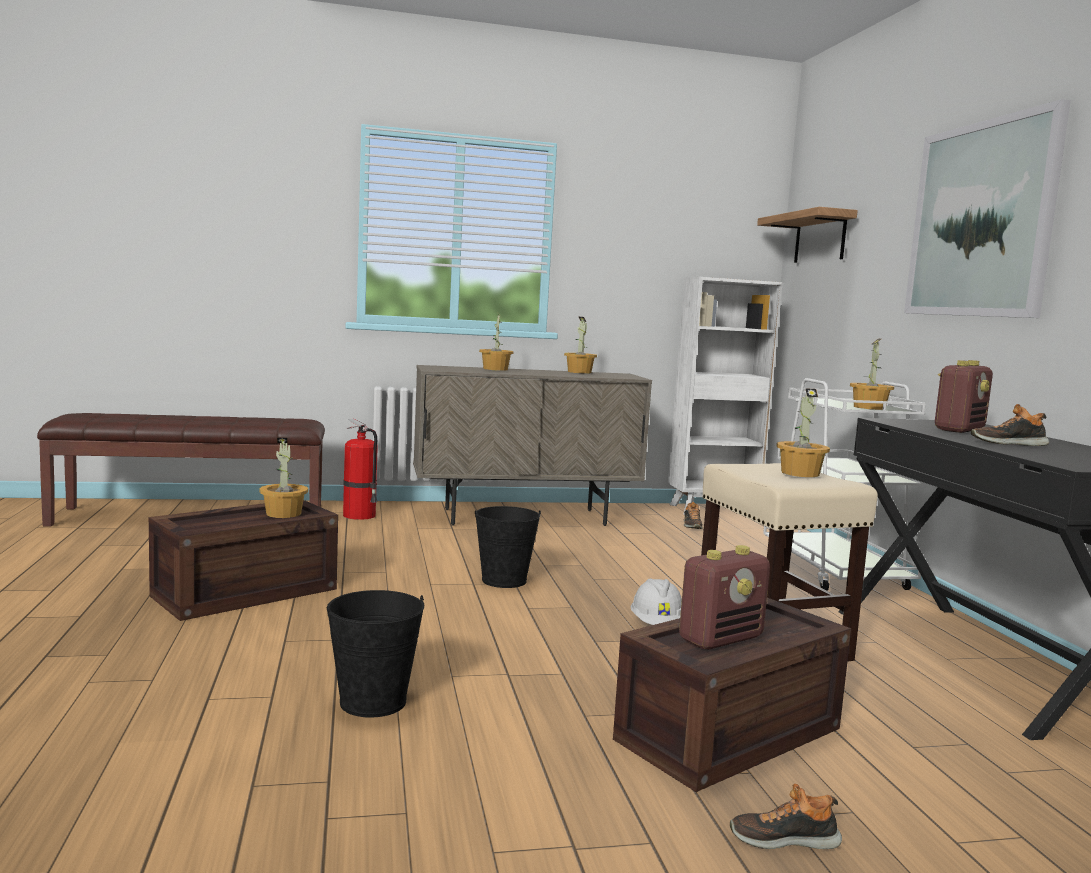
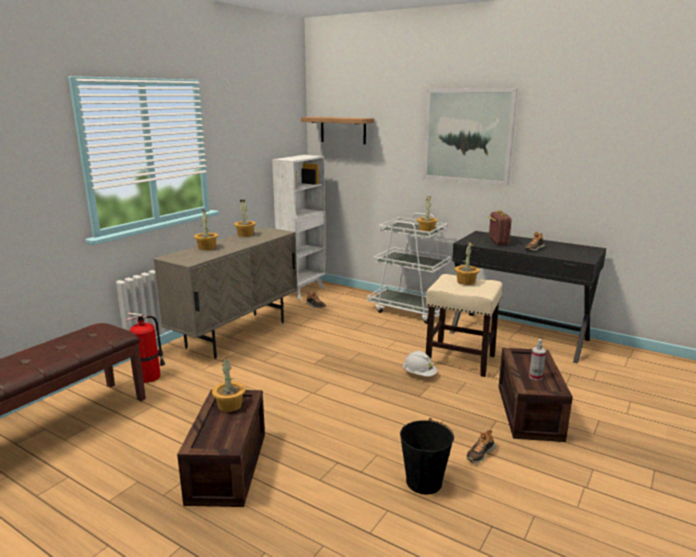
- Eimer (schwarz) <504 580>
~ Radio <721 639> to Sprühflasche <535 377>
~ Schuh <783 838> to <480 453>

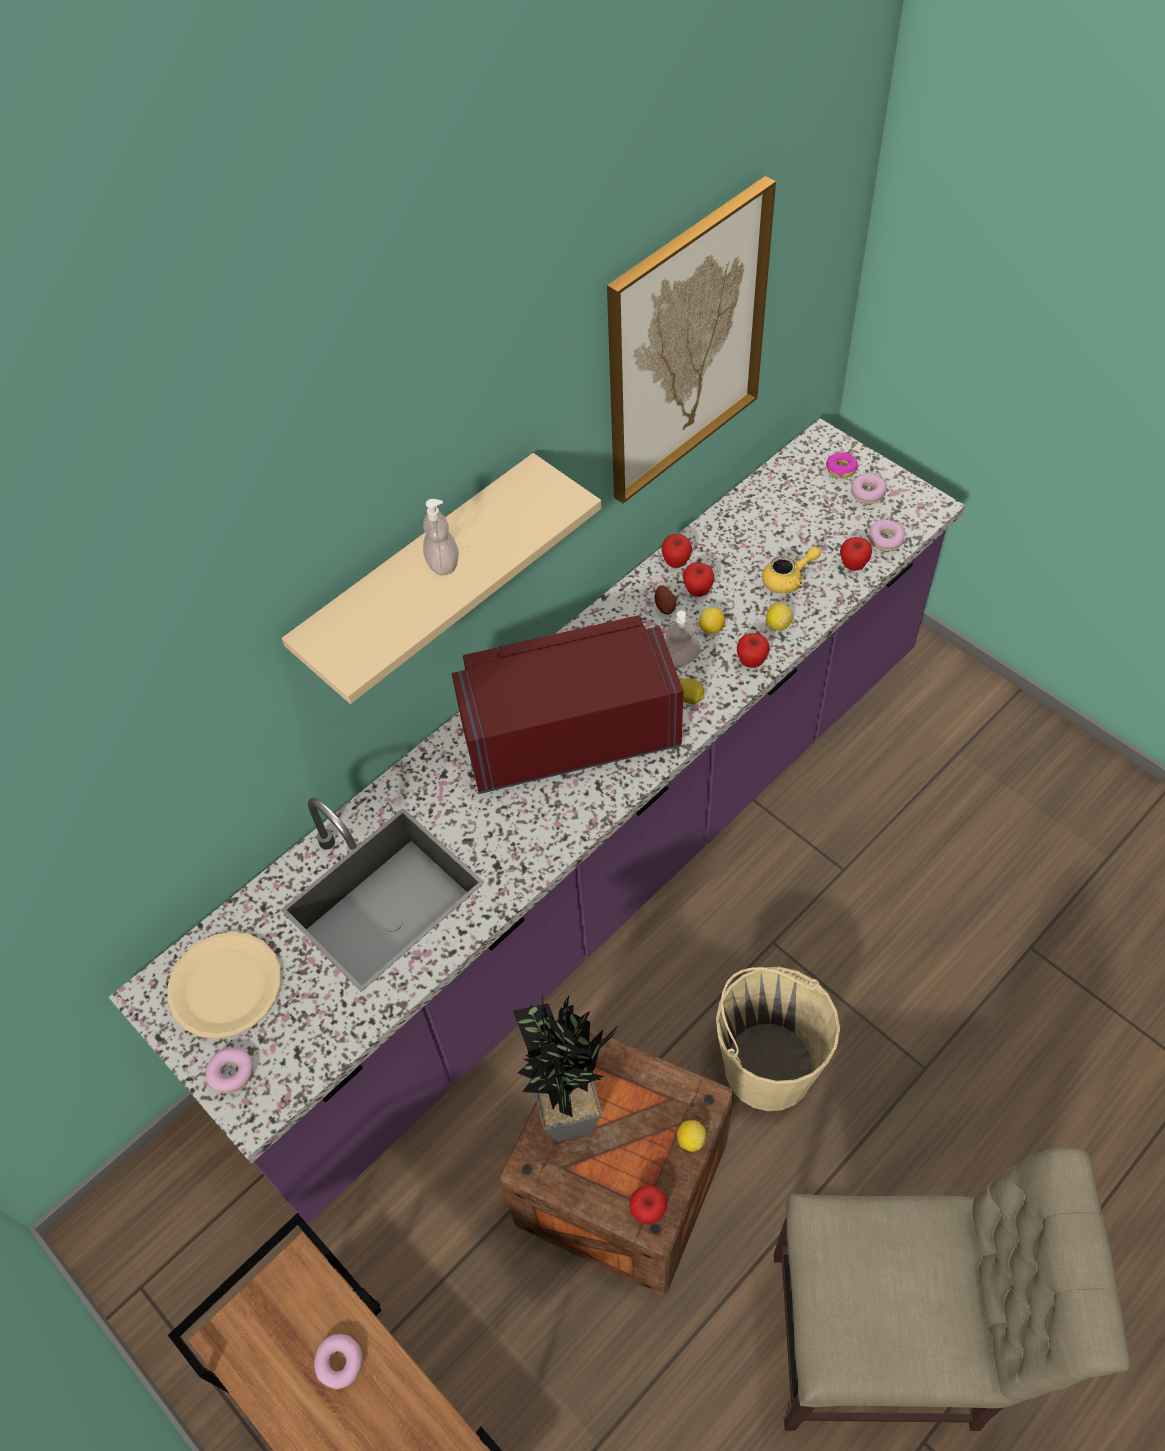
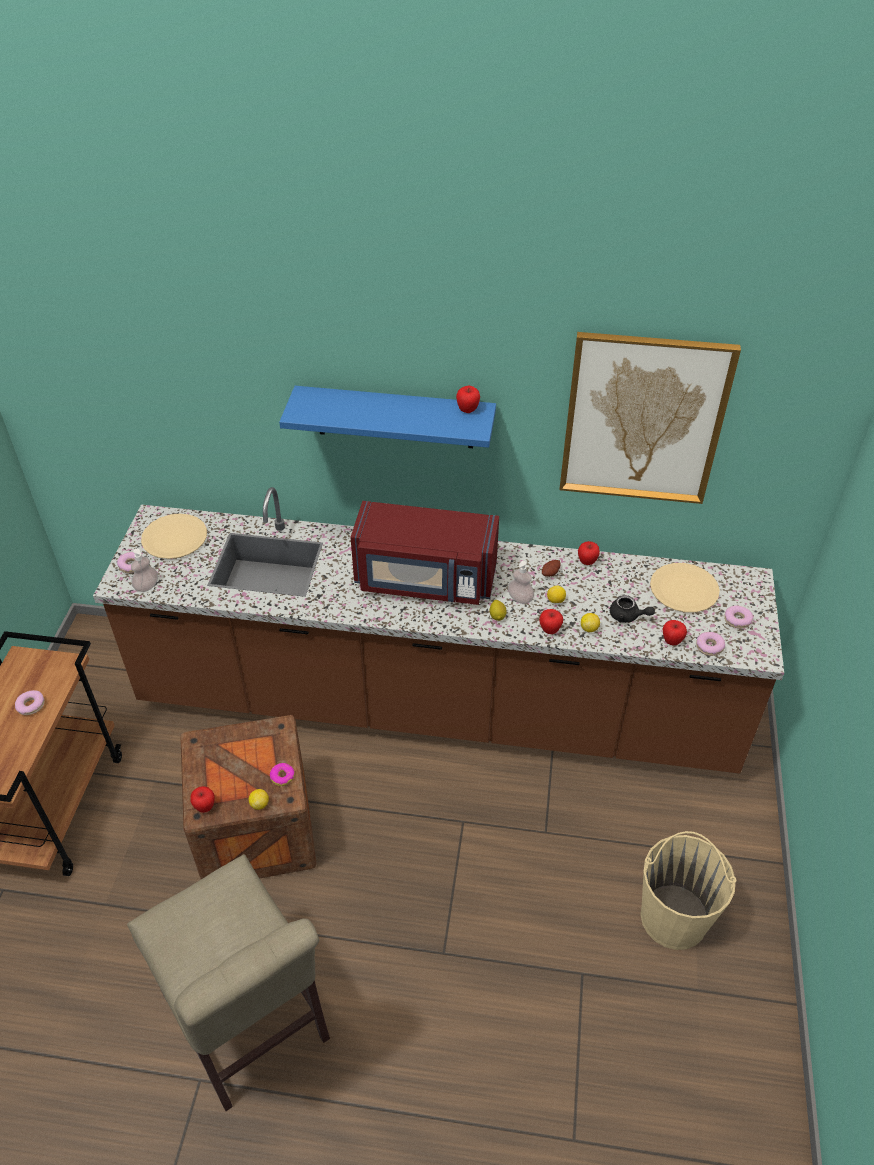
~ Küchenzeile (lila) <593 868> to Küchenzeile (braun) <437 706>
~ Donut <841 469> to <282 776>
~ Wandregal (beige) <419 571> to Wandregal (blau) <395 417>
~ Seifenspender <443 564> to <147 586>
~ Teekanne (gelb) <788 579> to Teekanne (schwarz) <627 616>
~ Apfel <698 591> to <467 410>
~ Mikrowelle (rot) <569 734> = <425 580> 150 degrees clockwise
~ Eimer (beige) <768 1066> to <674 917>
- Topfpflanze <572 1107>
+ Teller (beige) <683 589>

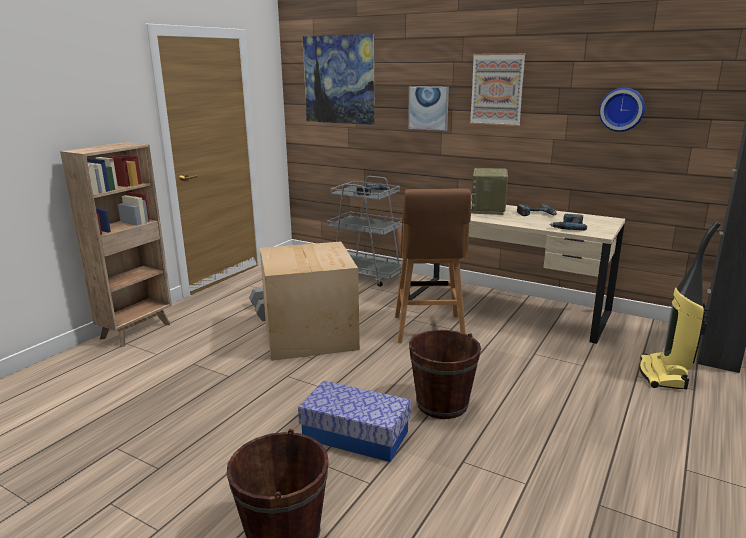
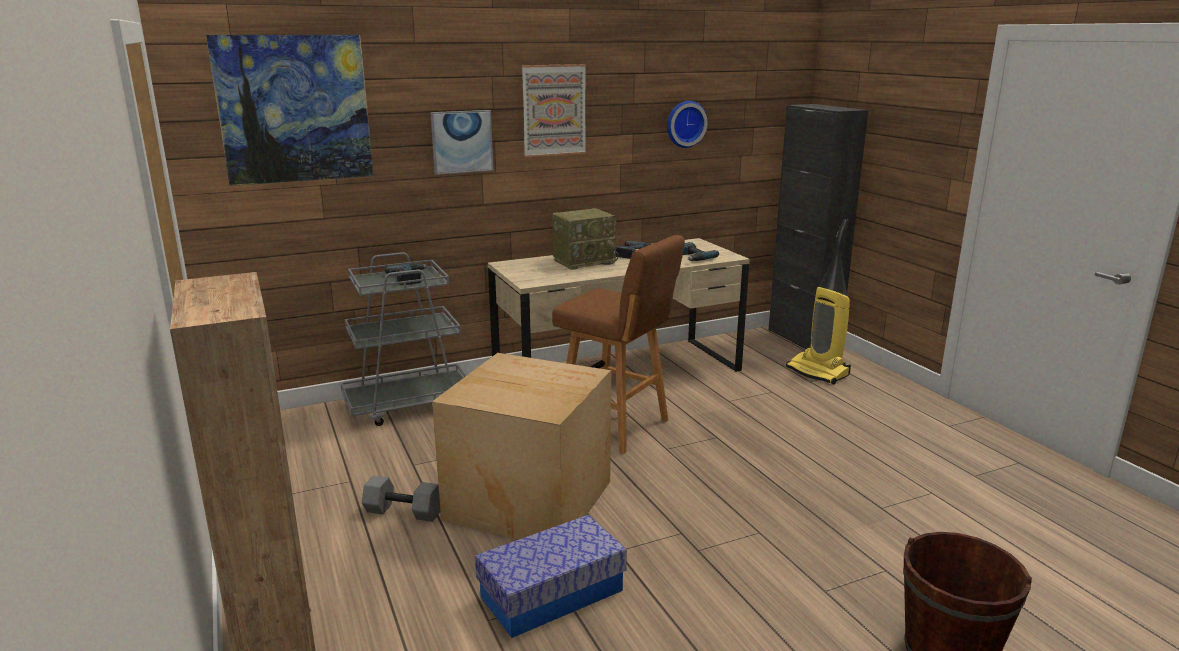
~ Radio <488 209> = <584 261> 75 degrees counterclockwise
- Eimer (braun) <442 404>
~ Aufbewahrungsbox <355 435> to <552 593>

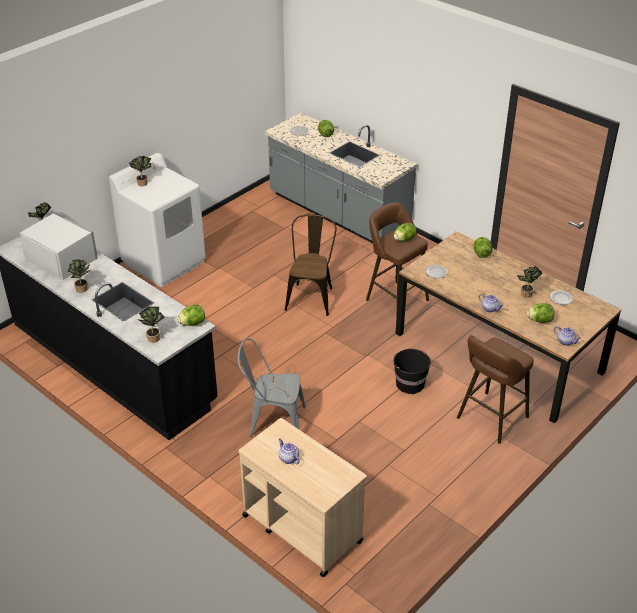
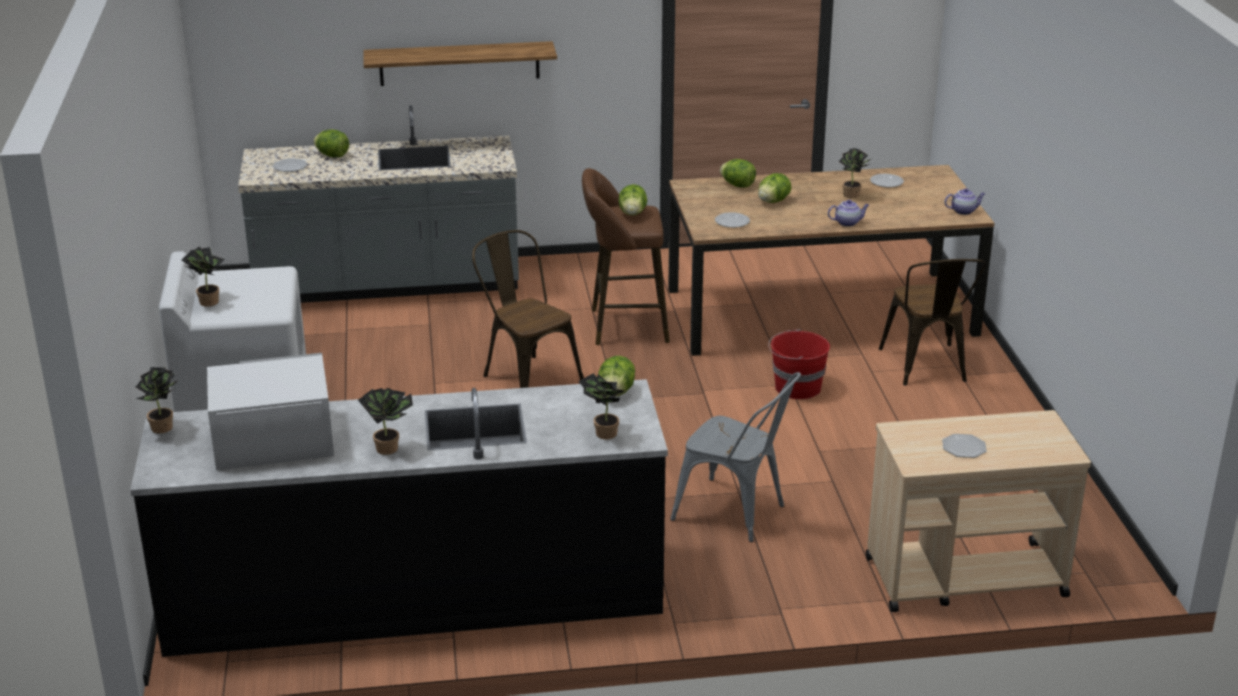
~ Salatkopf <540 320> to <773 201>
~ Hocker (braun) <490 419> to Stuhl (braun) <926 368>
~ Stuhl (grau) <272 422> = <737 513> 105 degrees counterclockwise
~ Eimer (schwarz) <409 383> to Eimer (rot) <796 388>
~ Teekanne <288 458> to Teller <963 448>
+ Wandregal <459 63>

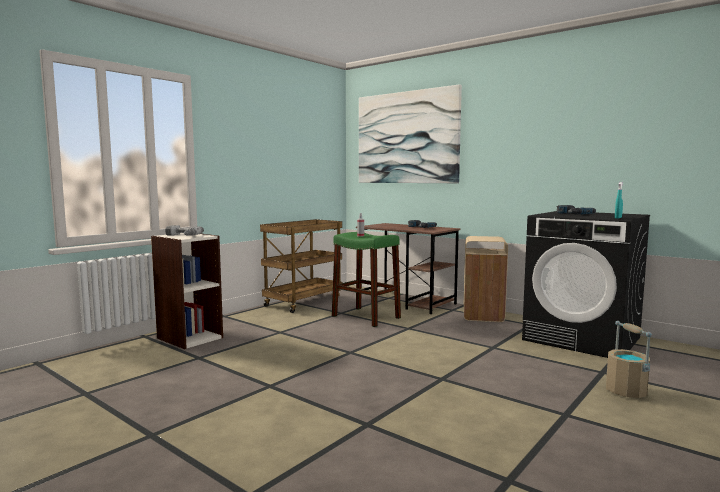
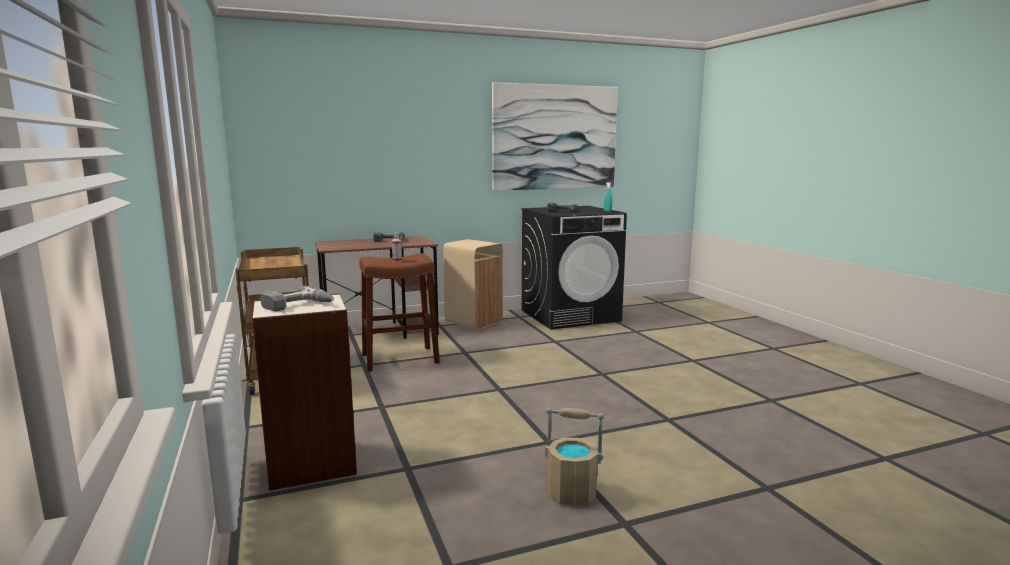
~ Bild <406 138> to <555 137>
~ Hocker (grün) <366 317> to Hocker (braun) <400 358>
~ Eimer (beige) <626 391> to <572 493>

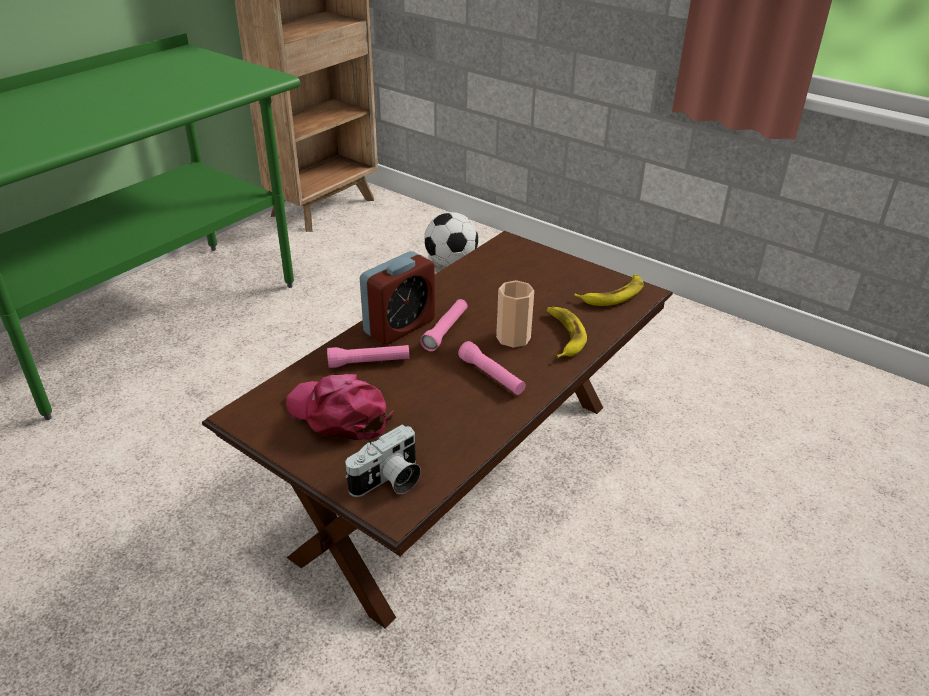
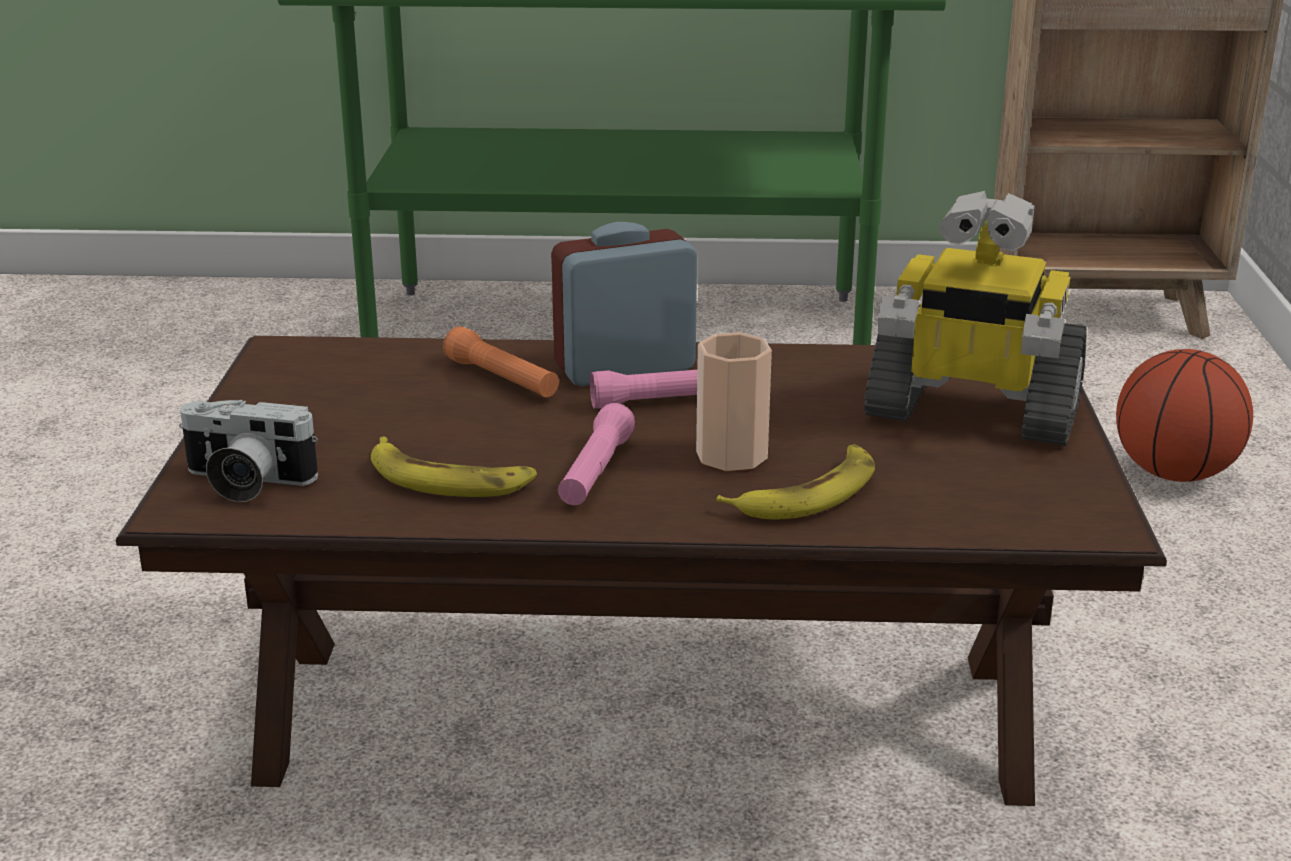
~ Fußball <451 263> to Basketball <1173 474>
~ Wecker <399 326> = <624 368> 150 degrees clockwise
~ Banane <613 295> to <448 479>
~ Taschenlampe (rosa) <369 362> to Taschenlampe (orange) <502 379>
- Kappe (rosa) <339 414>
+ Spielzeugroboter <970 413>

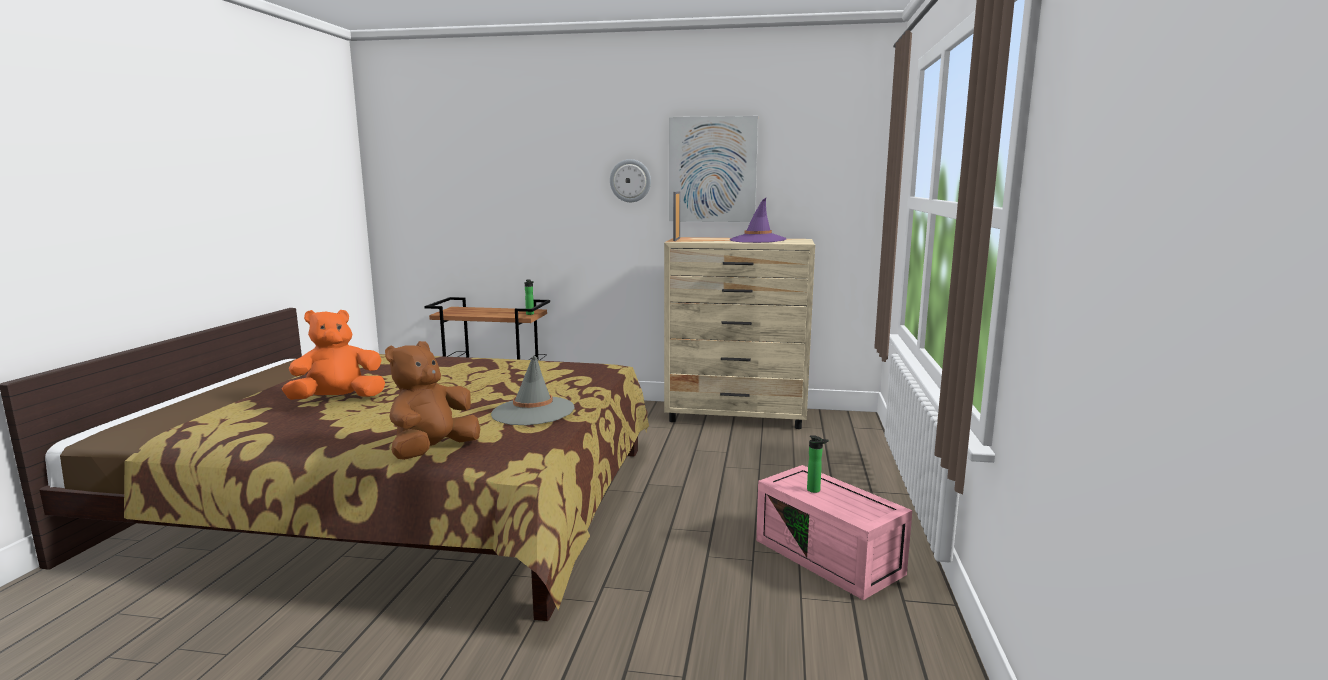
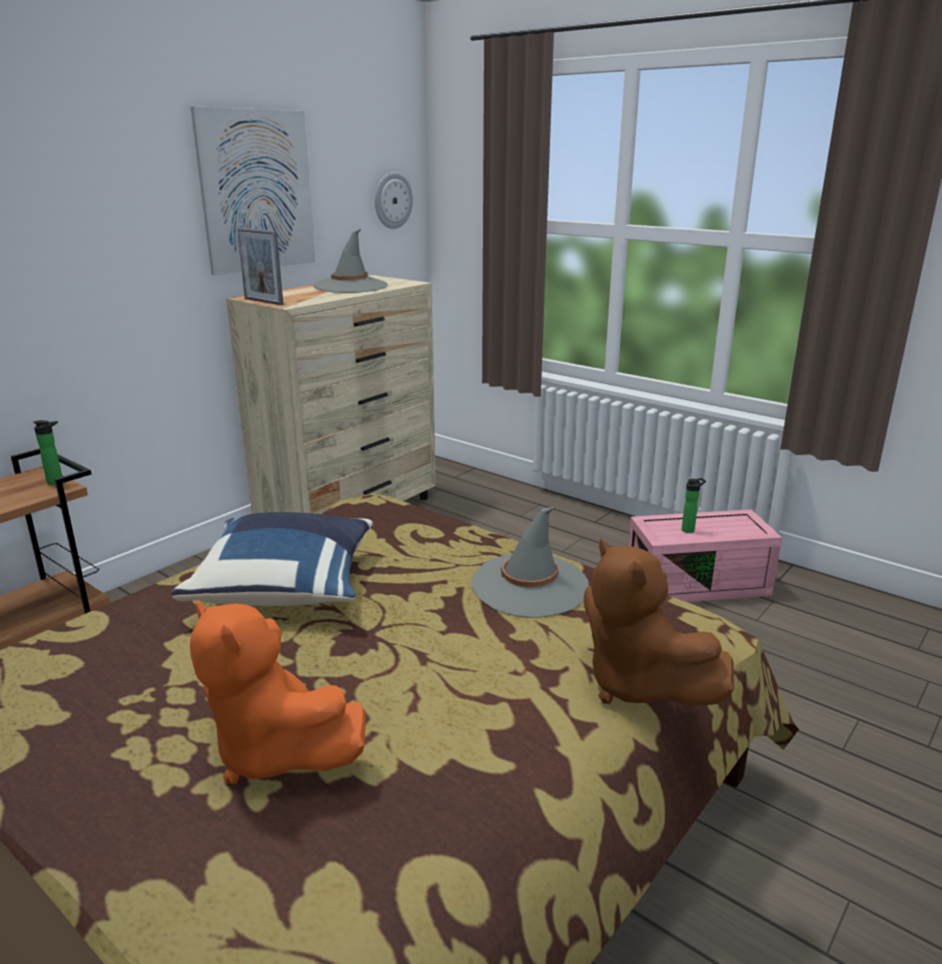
~ Wanduhr <630 180> to <392 200>
~ Hut (lila) <757 240> to Hut (grau) <350 286>
~ Plüschtier (orange) <338 400> = <276 752> 45 degrees counterclockwise
+ Kissen (blau) <286 587>

